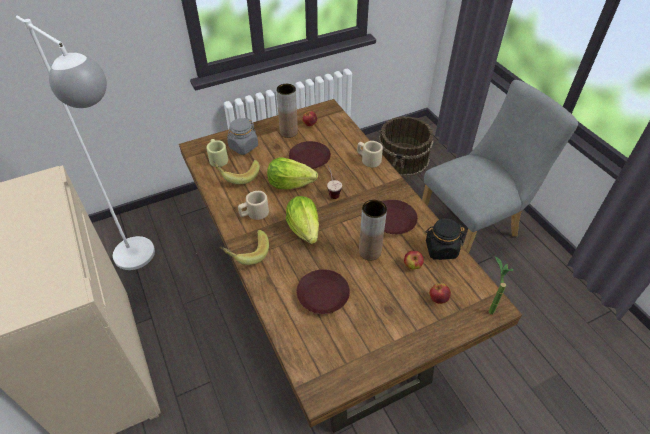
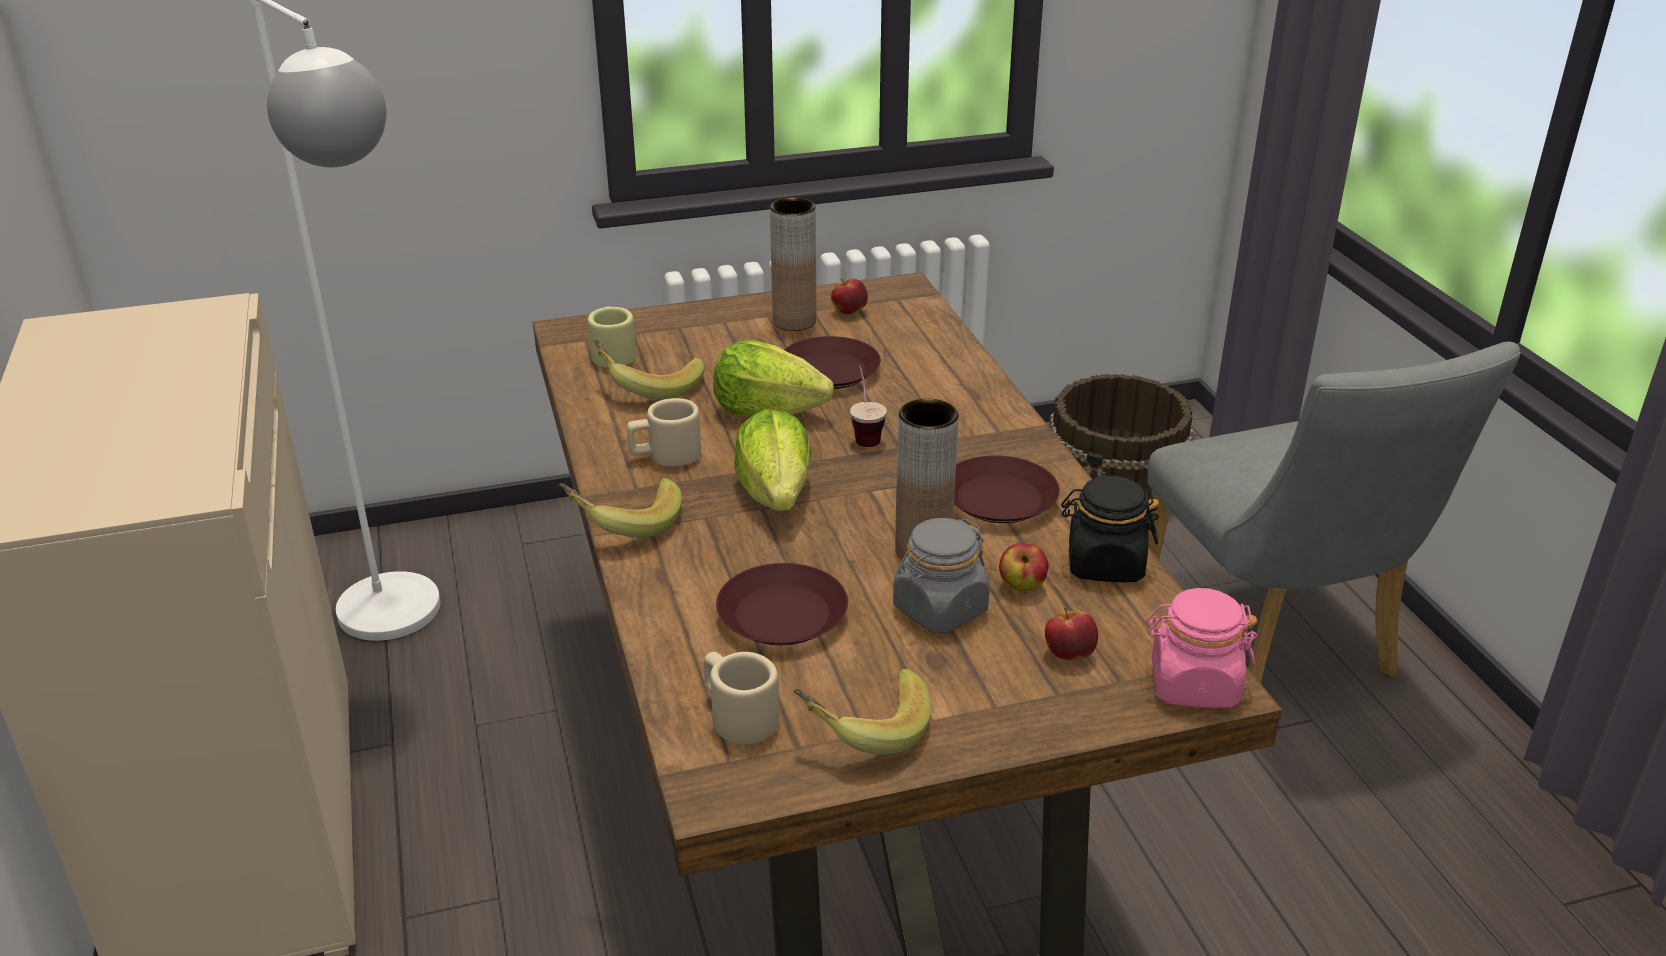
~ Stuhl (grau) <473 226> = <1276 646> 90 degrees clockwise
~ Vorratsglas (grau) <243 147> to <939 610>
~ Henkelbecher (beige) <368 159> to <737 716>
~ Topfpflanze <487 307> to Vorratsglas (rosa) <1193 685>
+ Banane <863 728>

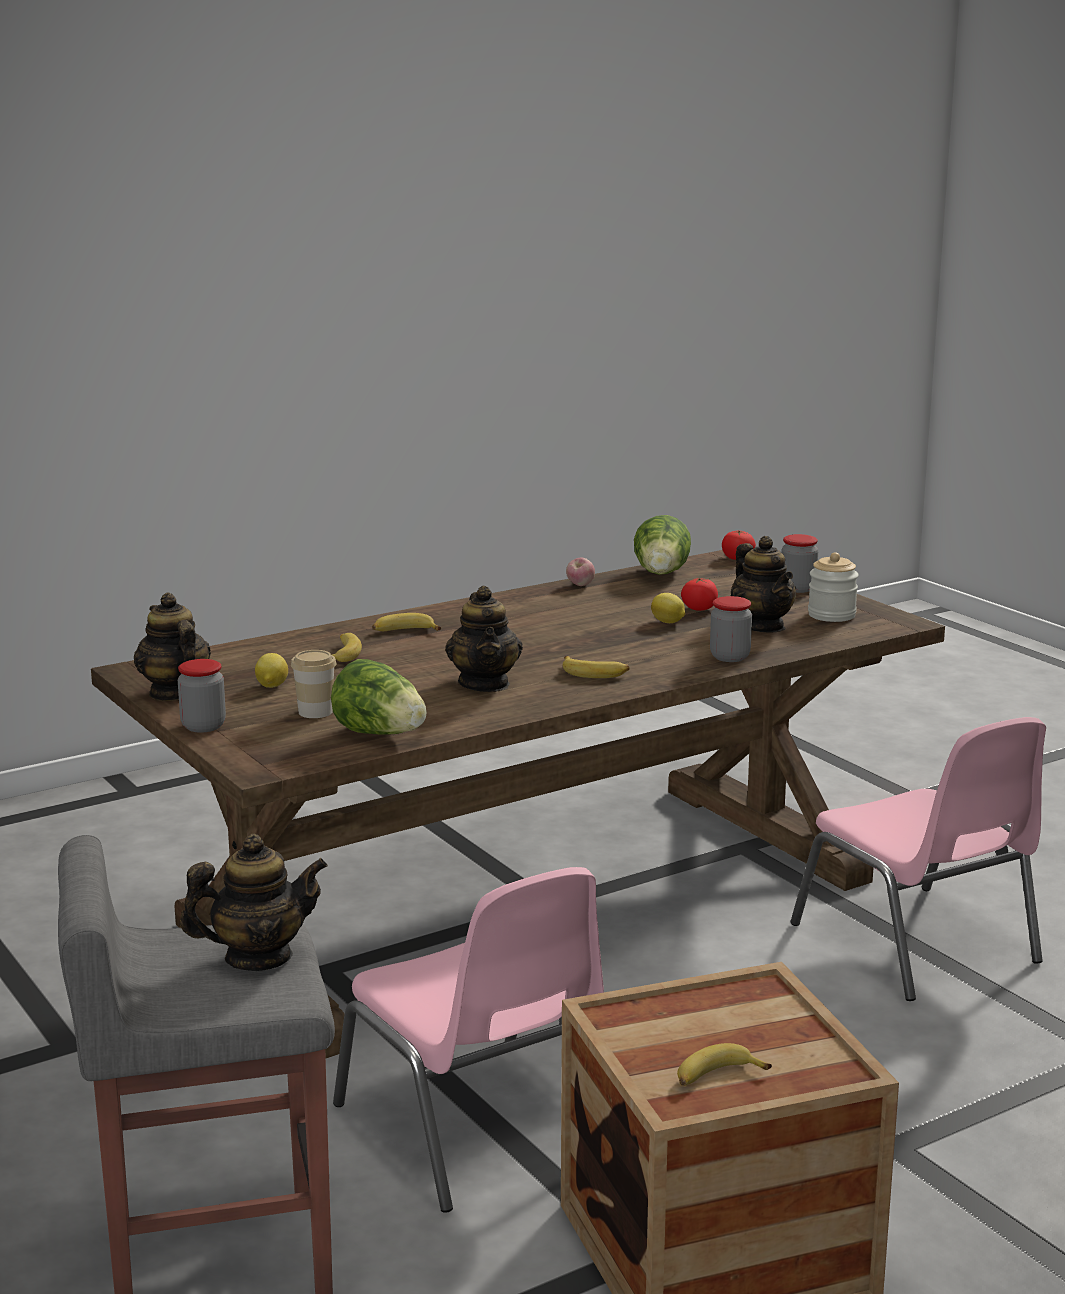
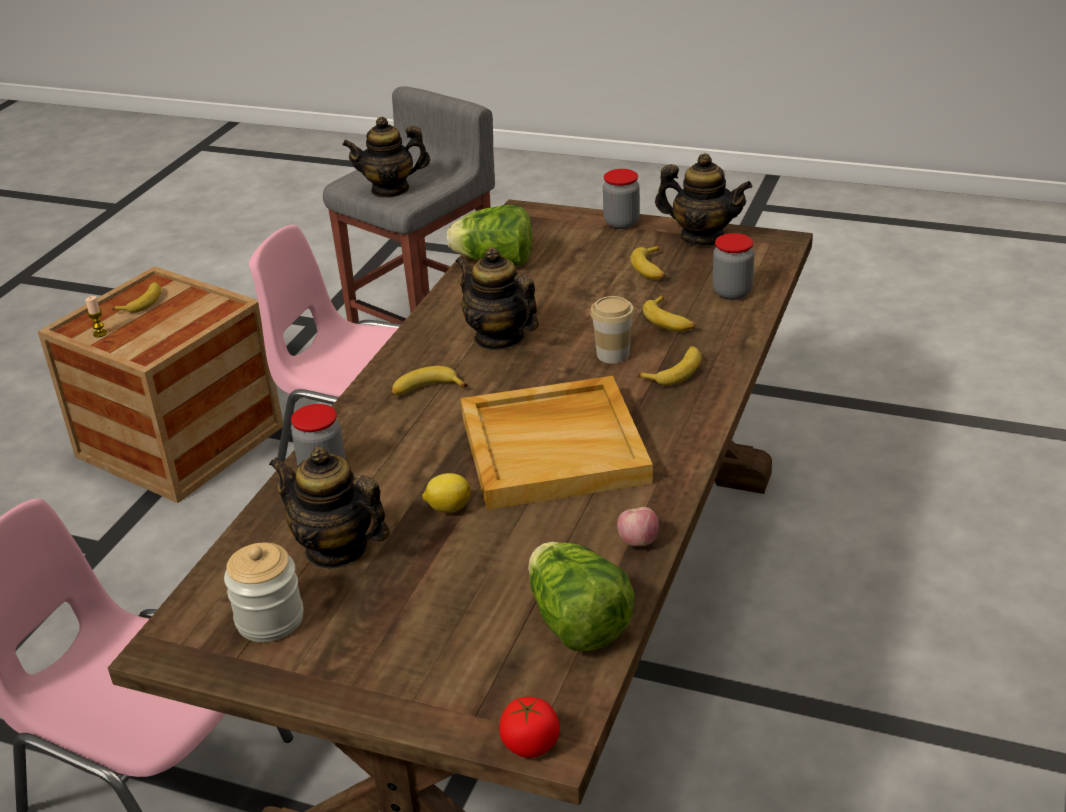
~ Vorratsglas <798 588> to <732 292>
- Tomate <699 608>
~ Tasse <315 712> to <613 355>
~ Zitrone <271 686> to Banane <651 269>
~ Teekanne <258 957> = <390 189> 45 degrees clockwise
+ Kerze <100 333>
+ Tablett (beige) <554 447>

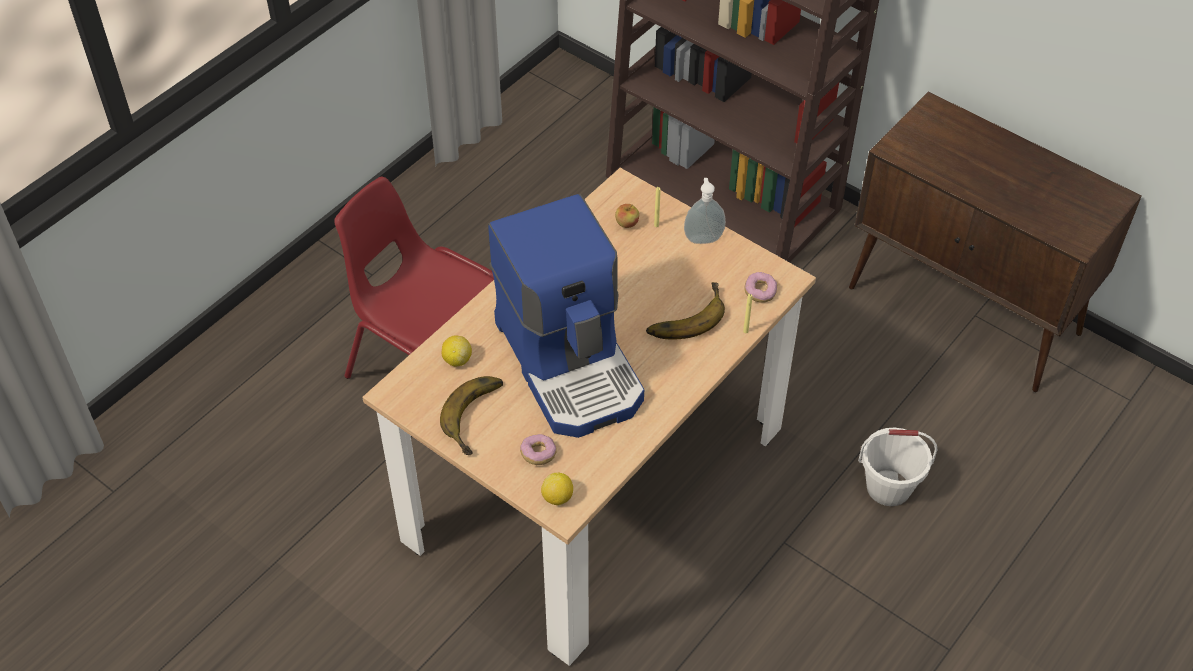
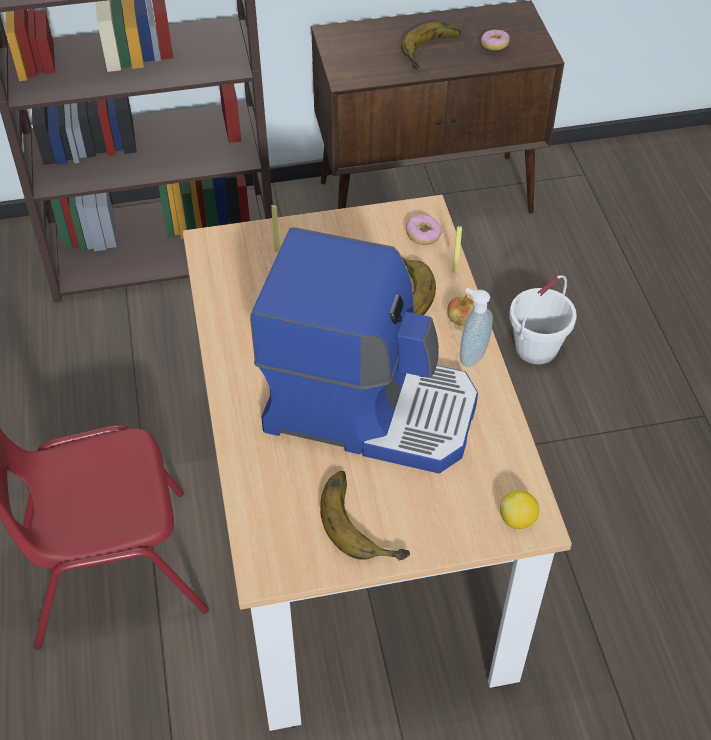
~ Seifenspender <703 238> to <471 355>
~ Apfel <627 224> to <460 320>
- Zitrone <457 359>
~ Donut <538 454> to <494 45>
+ Banane <434 51>

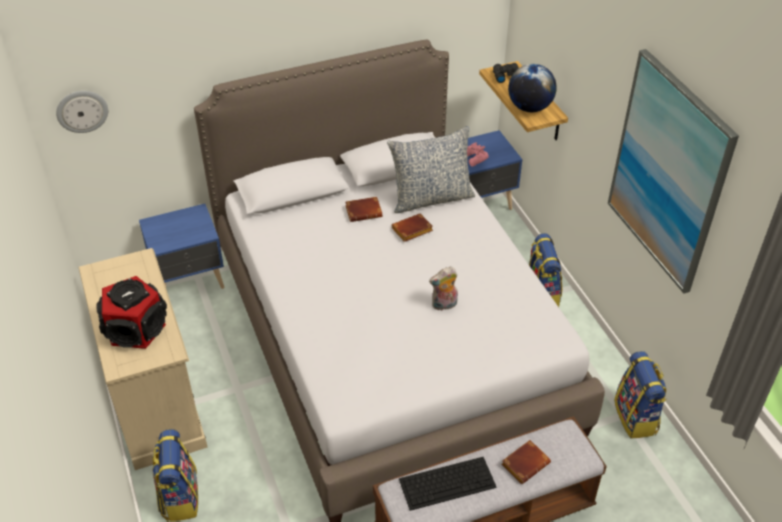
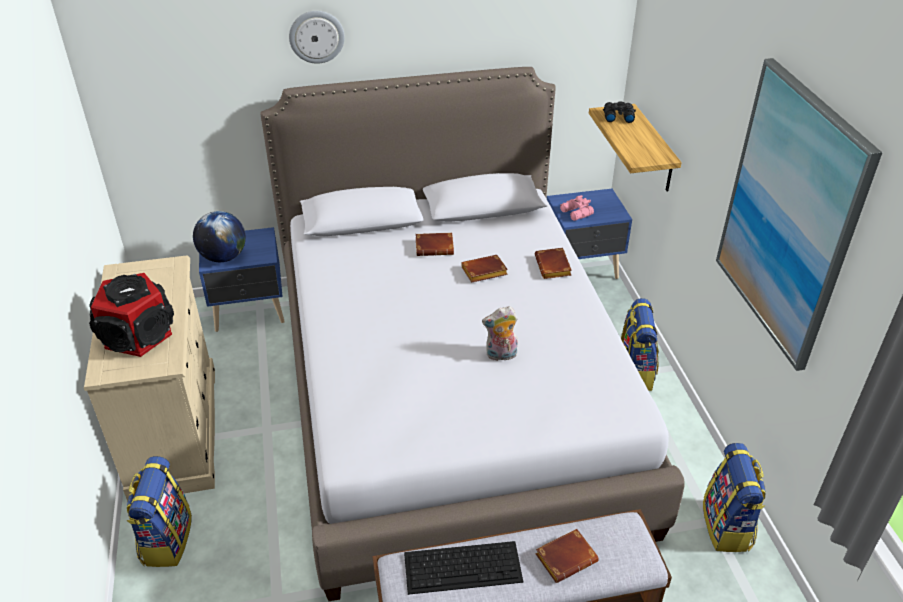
~ Globus <529 107> to <223 257>
~ Wanduhr <82 111> to <316 36>
- Kissen <431 198>
+ Buch (braun) <554 267>

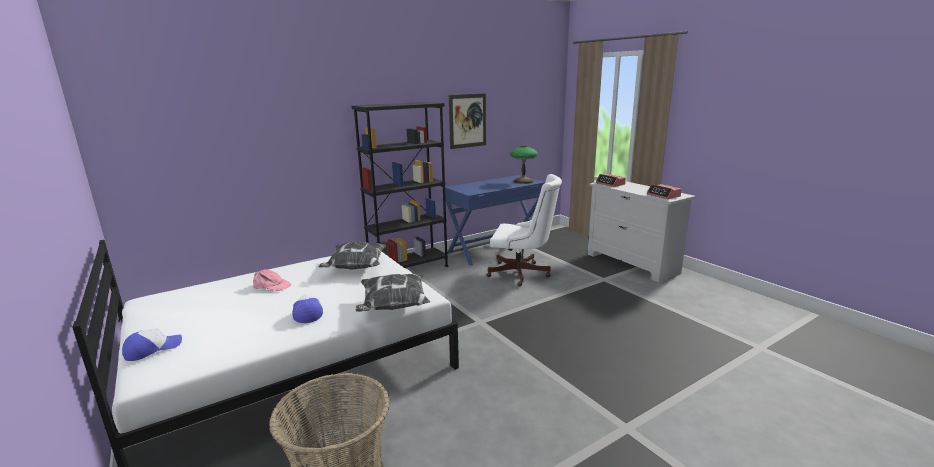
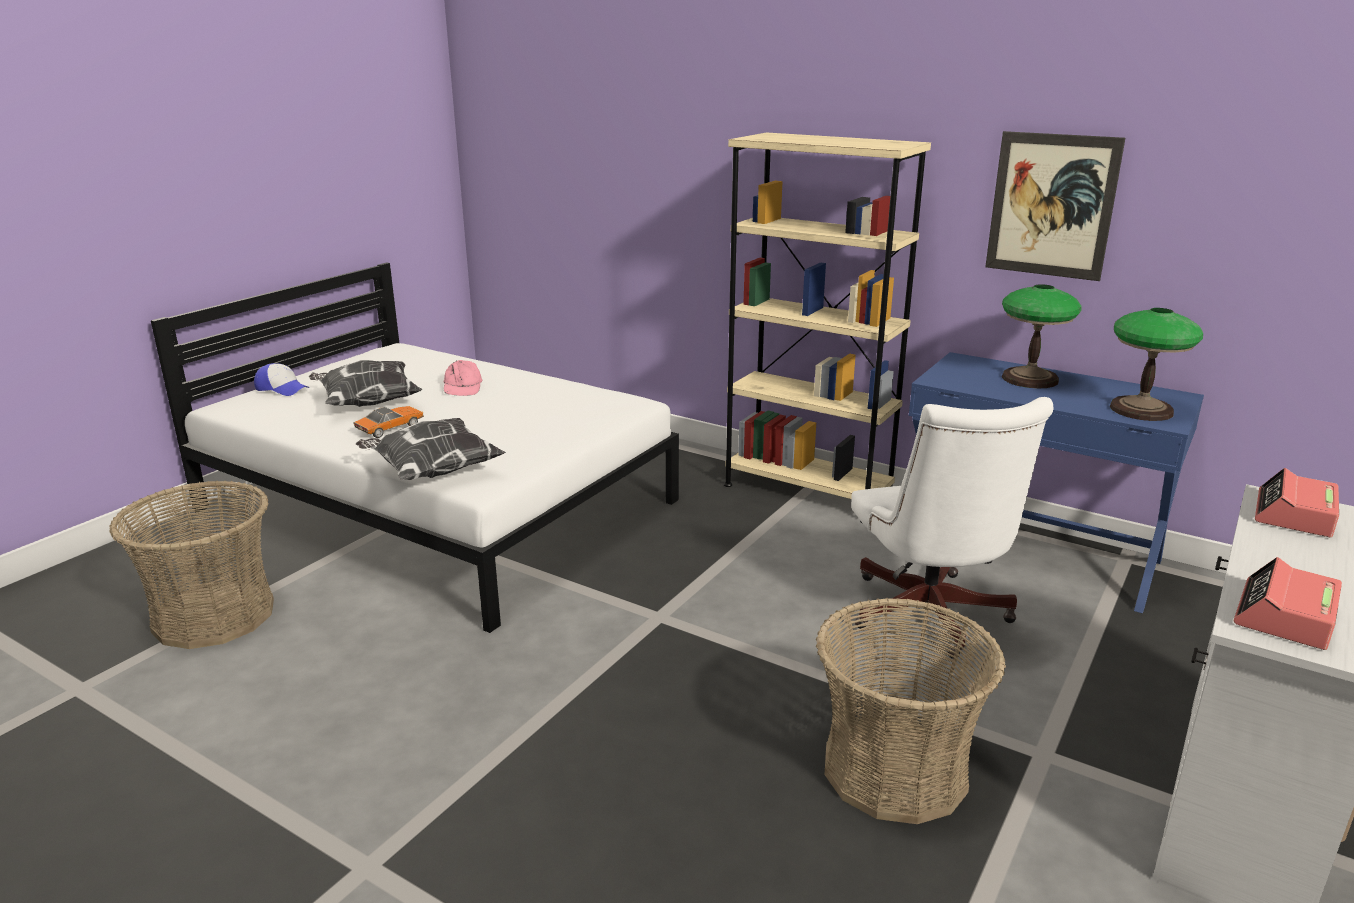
~ Bücherregal (schwarz) <408 269> to Bücherregal (beige) <807 491>
~ Kissen <355 268> to <367 403>
~ Kappe <307 313> to Spielzeugauto <390 428>
+ Tischlampe <1029 379>
+ Korb <895 770>

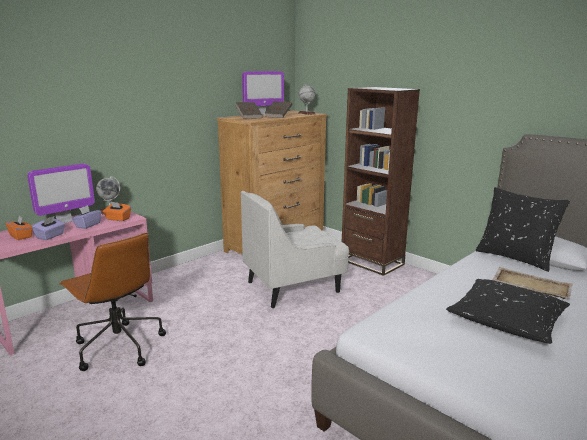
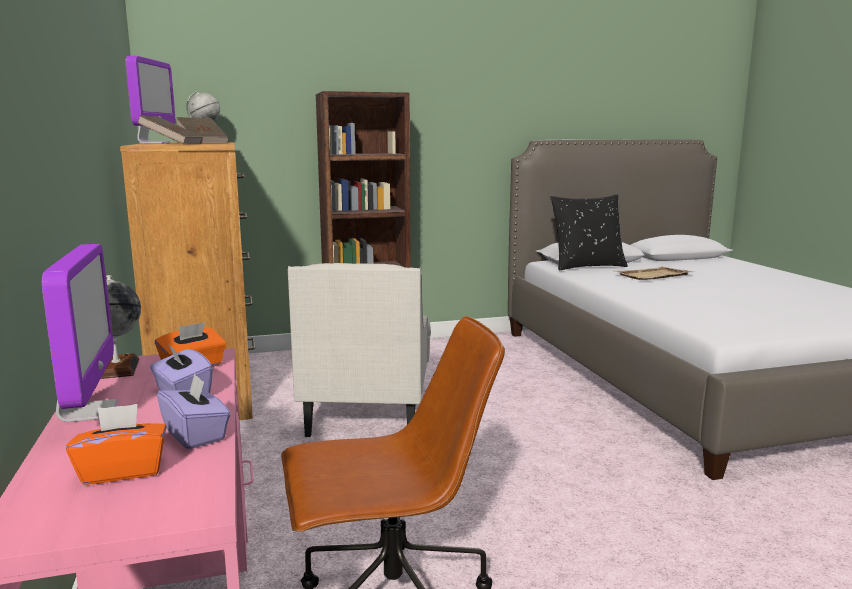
- Kissen (schwarz) <506 320>

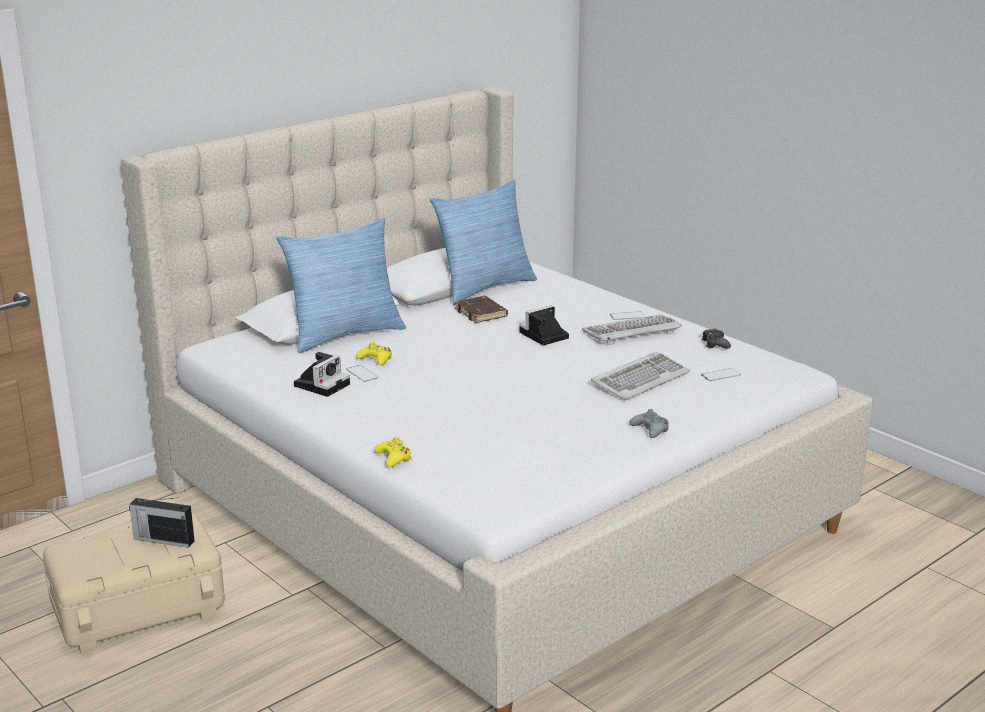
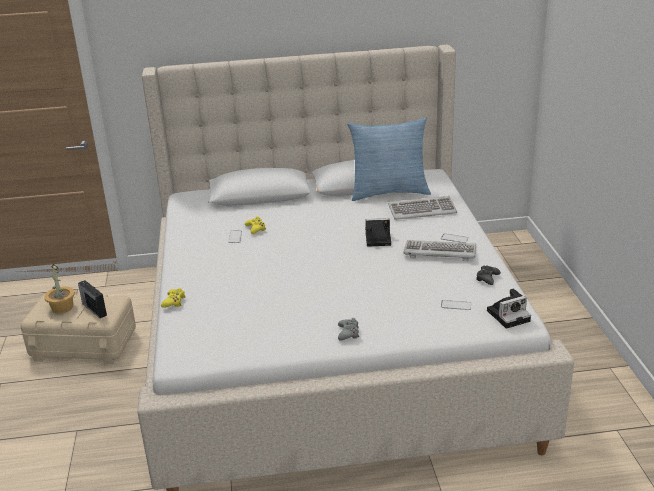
- Kissen <344 334>
- Buch (braun) <482 313>
~ Tastatur <639 379> to <422 210>
~ Kamera <322 384> to <509 315>
+ Topfpflanze <62 307>

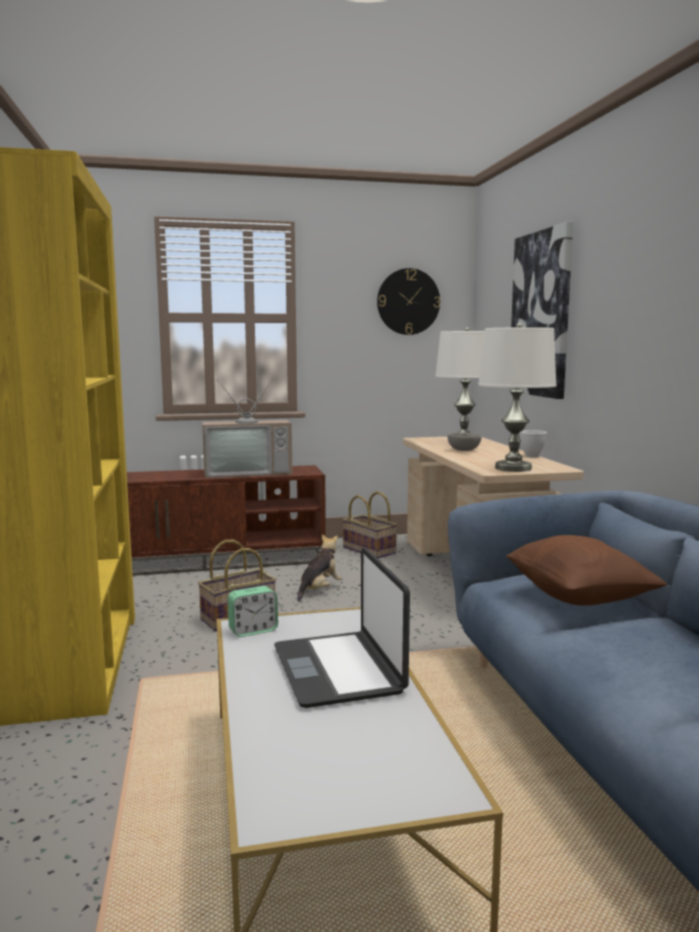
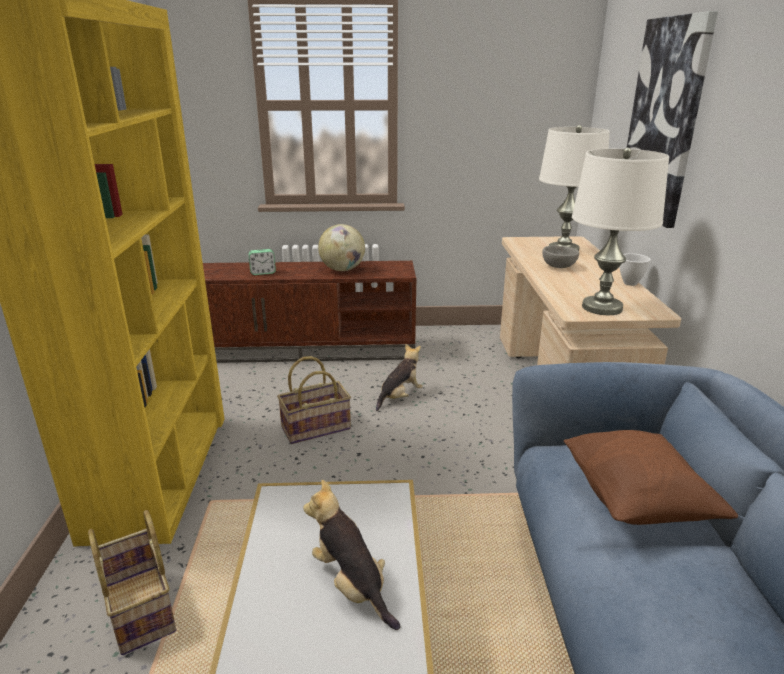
- Wanduhr <408 301>
~ Fernseher <248 472> to Globus <342 270>
~ Korb <370 550> to <142 608>
~ Laptop <339 670> to Plüschtier <352 585>
~ Wecker <253 630> to <263 273>

